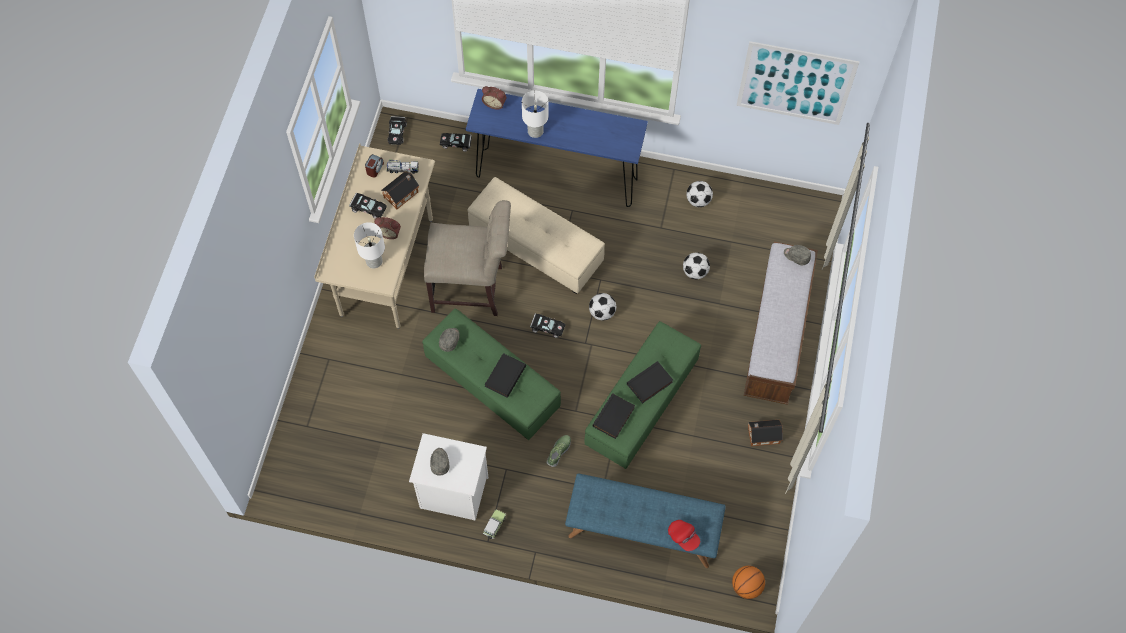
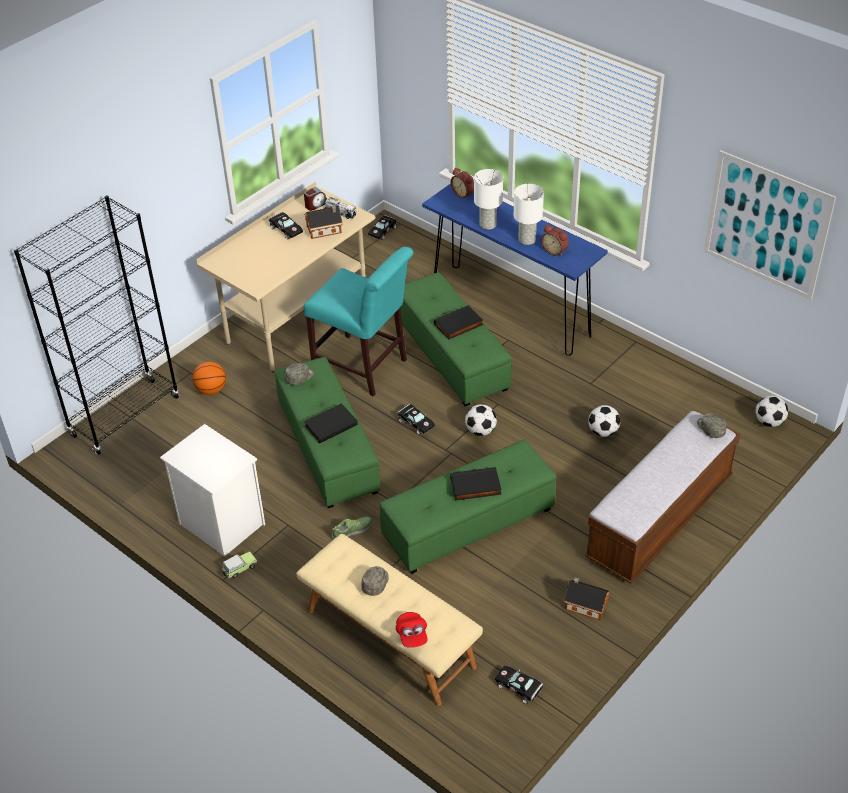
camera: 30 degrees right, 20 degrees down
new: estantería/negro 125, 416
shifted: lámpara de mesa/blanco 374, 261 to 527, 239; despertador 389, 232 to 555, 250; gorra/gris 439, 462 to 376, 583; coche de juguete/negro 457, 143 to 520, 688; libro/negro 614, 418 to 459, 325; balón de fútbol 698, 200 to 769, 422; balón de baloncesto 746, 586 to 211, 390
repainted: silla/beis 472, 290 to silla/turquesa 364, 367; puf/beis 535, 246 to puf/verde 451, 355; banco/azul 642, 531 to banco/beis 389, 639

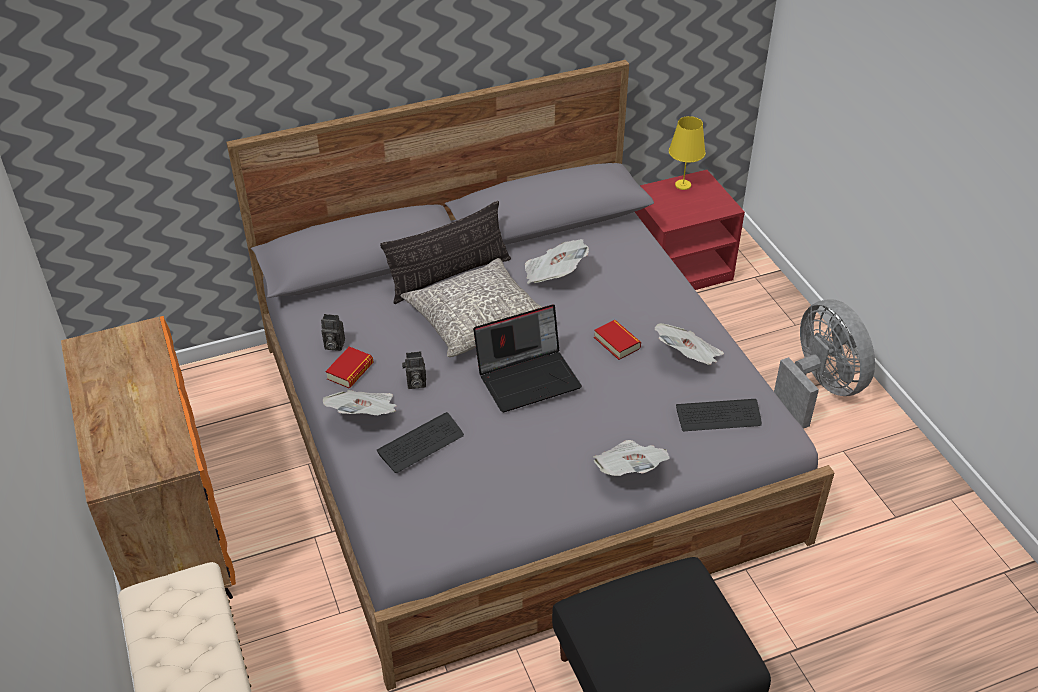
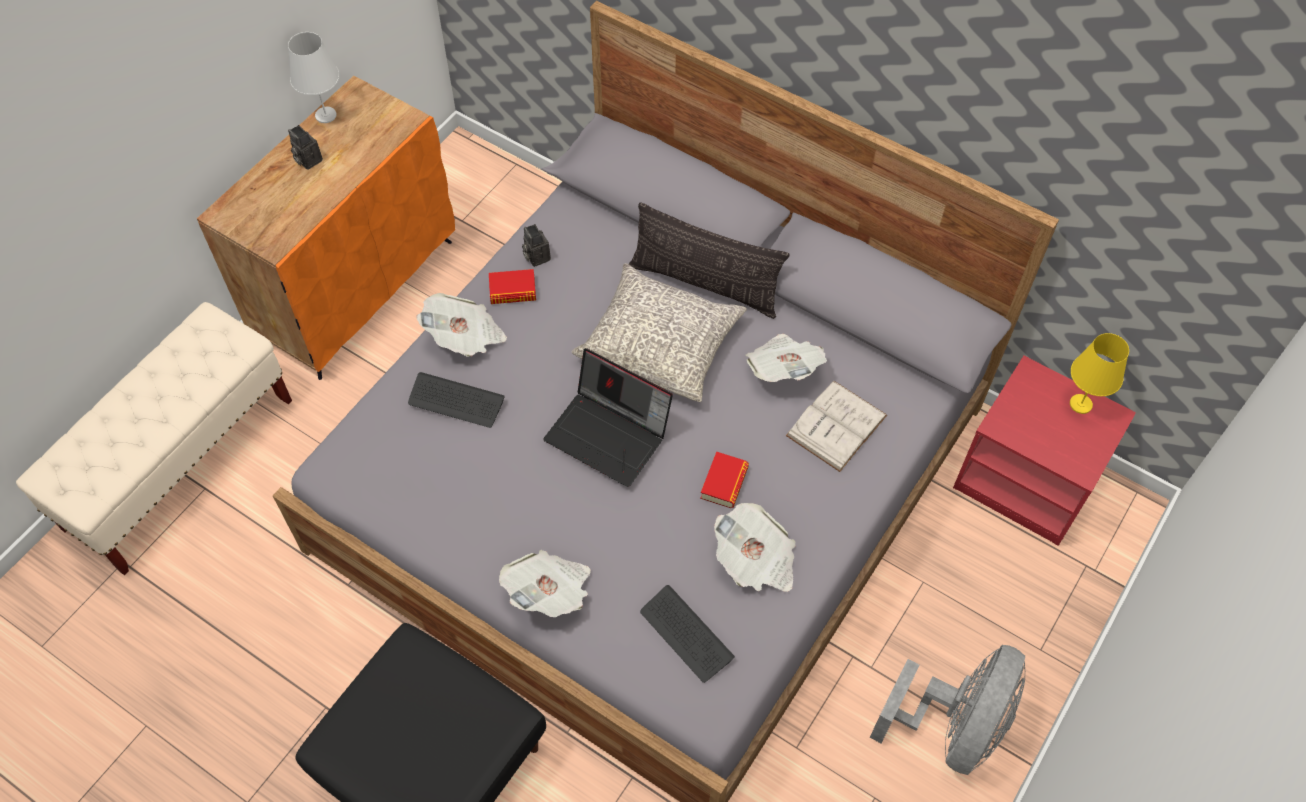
camera: 55 degrees right, 15 degrees up
new: lámpara de mesa/blanco 326, 115; libro/blanco 836, 425
shifted: cámara 415, 383 to 307, 160

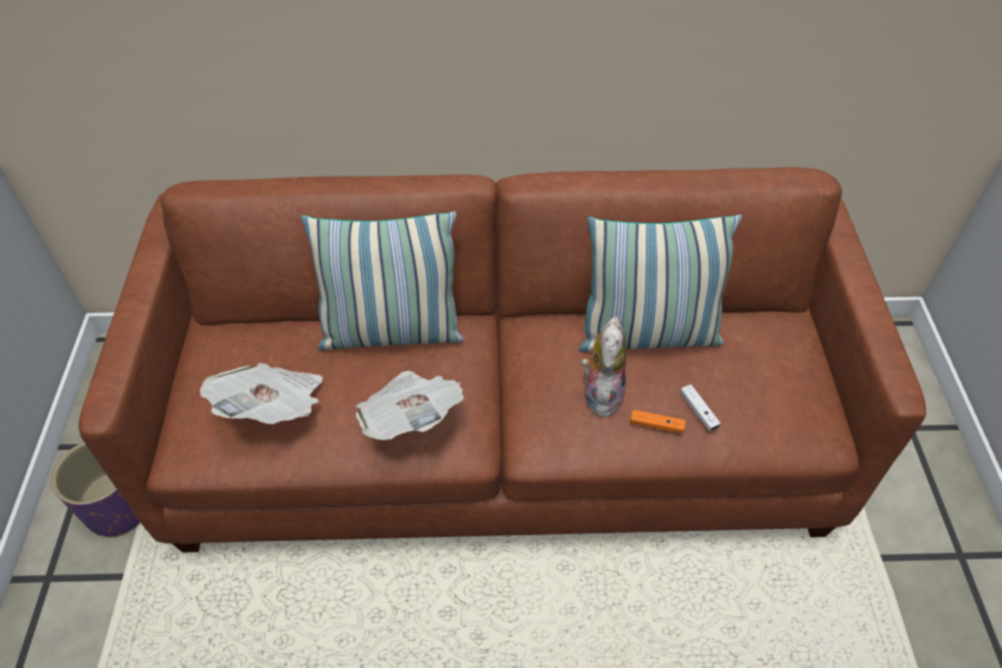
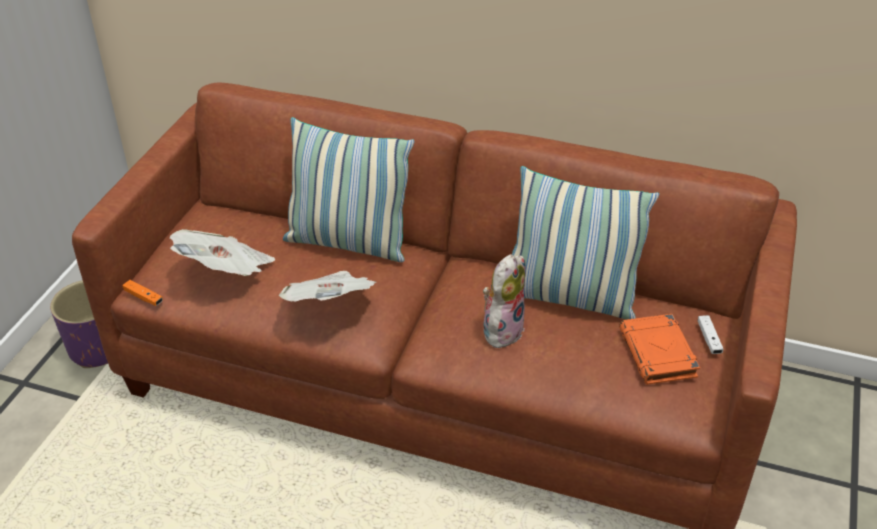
camera: 20 degrees right, 10 degrees down
new: libro/naranja 658, 354
shifted: mando de consola/naranja 656, 425 to 143, 297; mando de consola/blanco 698, 411 to 709, 339

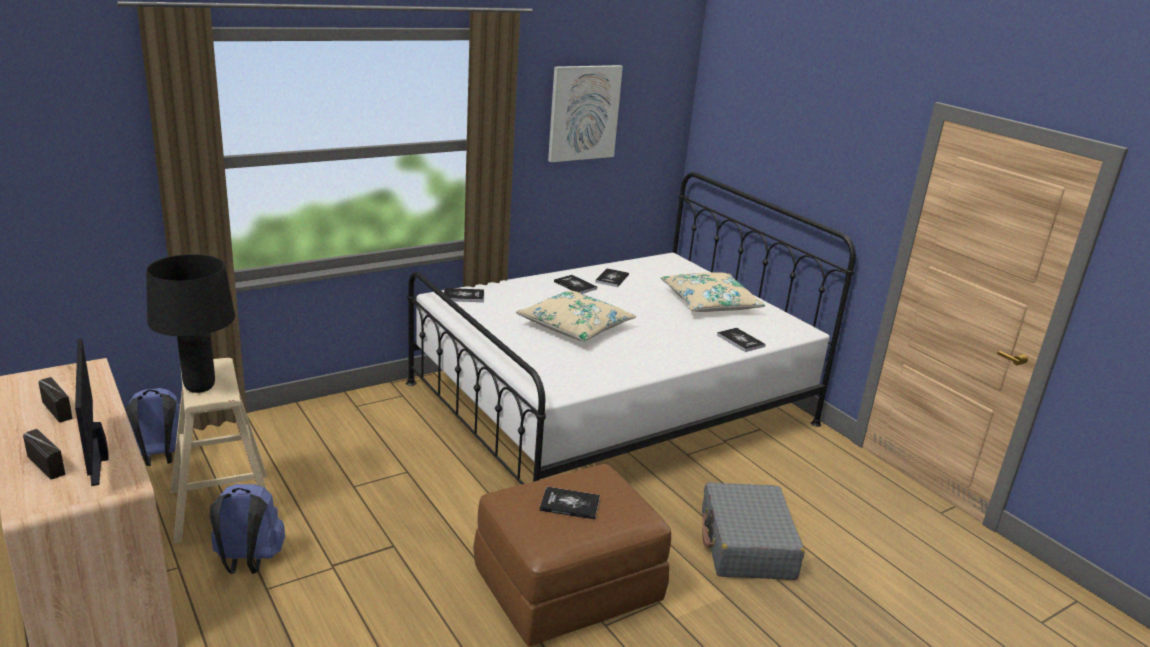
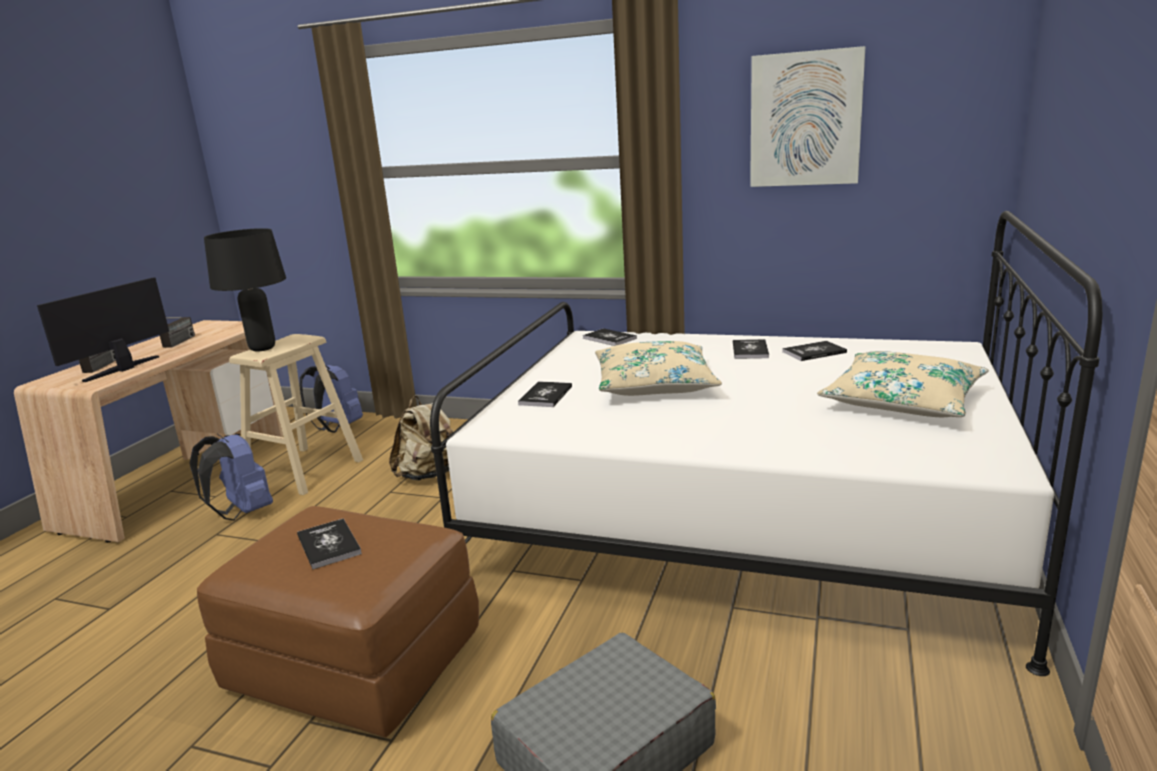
camera: 55 degrees right, 5 degrees down
new: mochila/beis 430, 475
shifted: libro 740, 341 to 545, 395

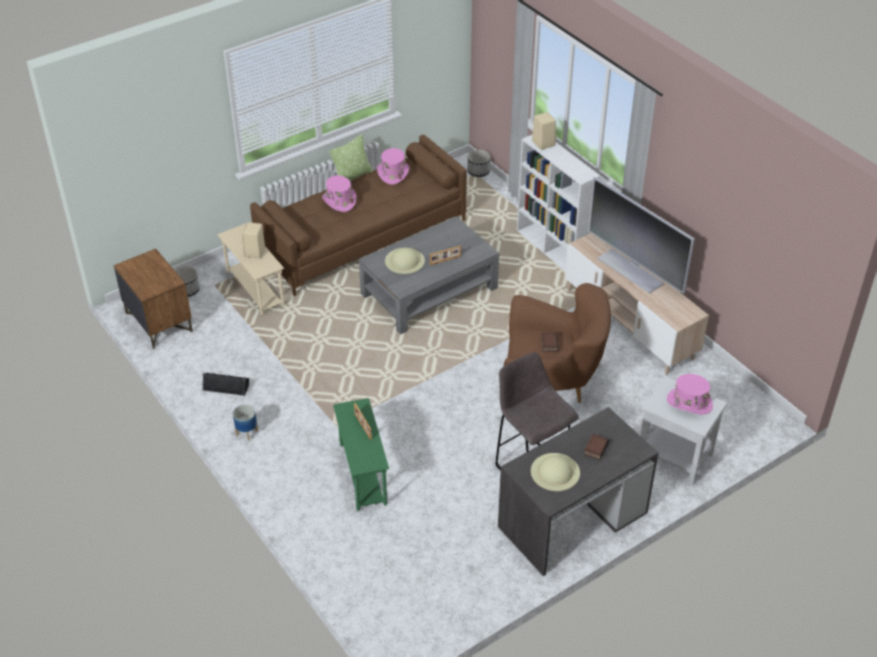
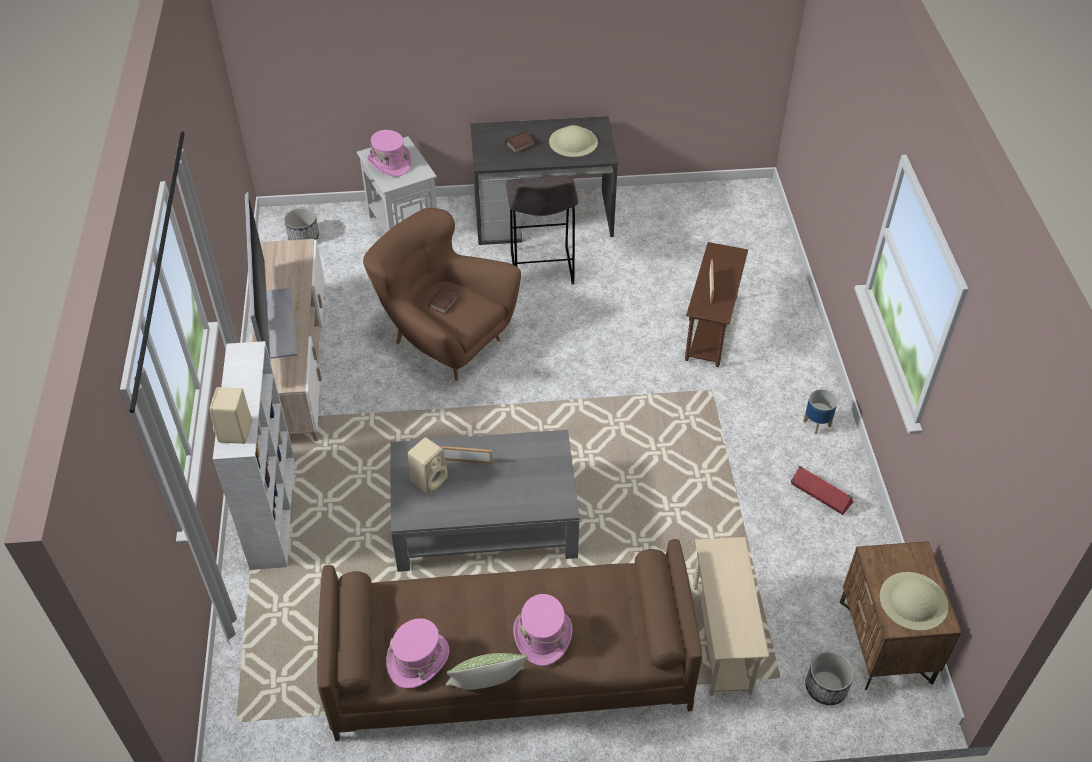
camera: 150 degrees left, 5 degrees up
shifted: altavoz/beis 254, 252 to 429, 479; sombrero/beis 404, 261 to 913, 600; maceta 478, 171 to 304, 237
repainted: altavoz/negro 226, 386 to altavoz/rojo 820, 495; mesa auxiliar/verde 363, 474 to mesa auxiliar/marrón 710, 329

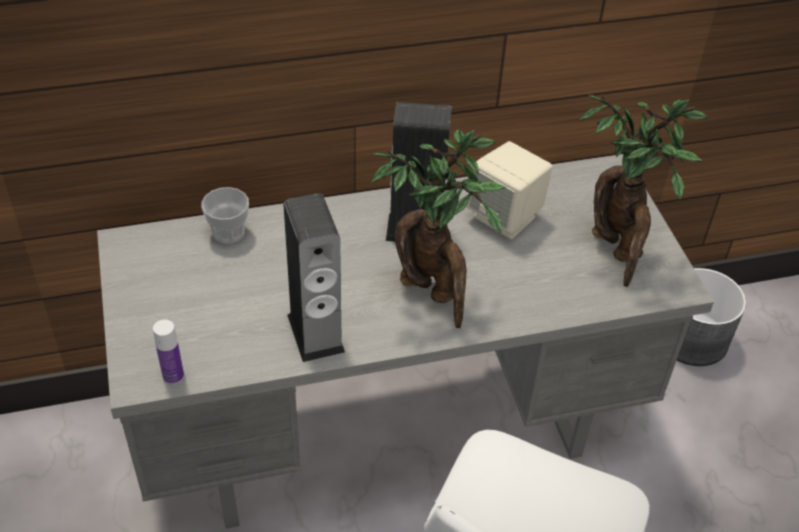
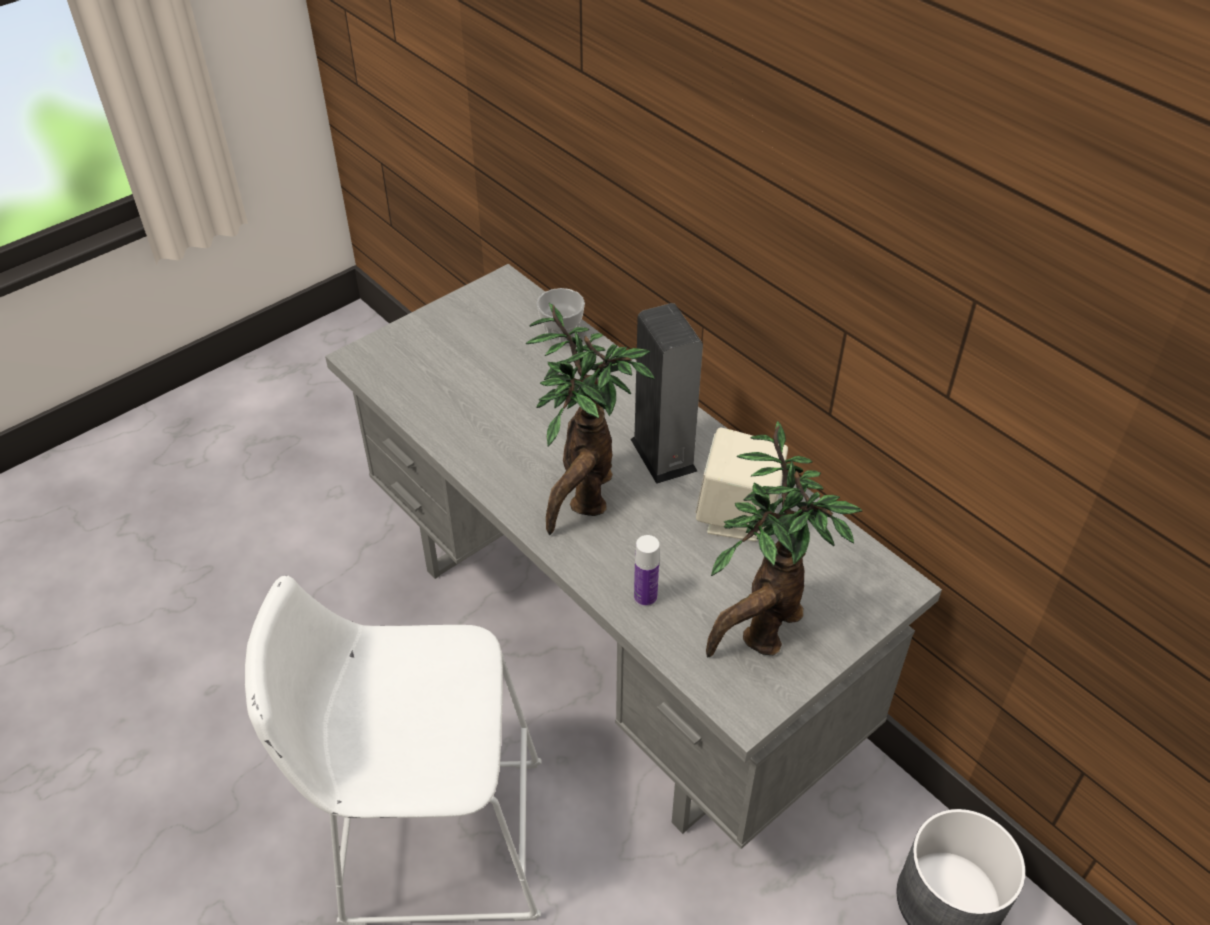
camera: 65 degrees right, 0 degrees up
gone: altavoz 315, 333
shifted: botella 173, 376 to 645, 597

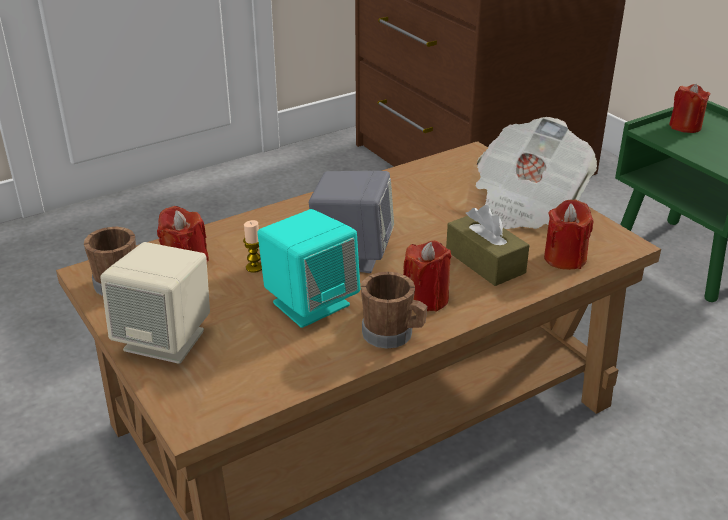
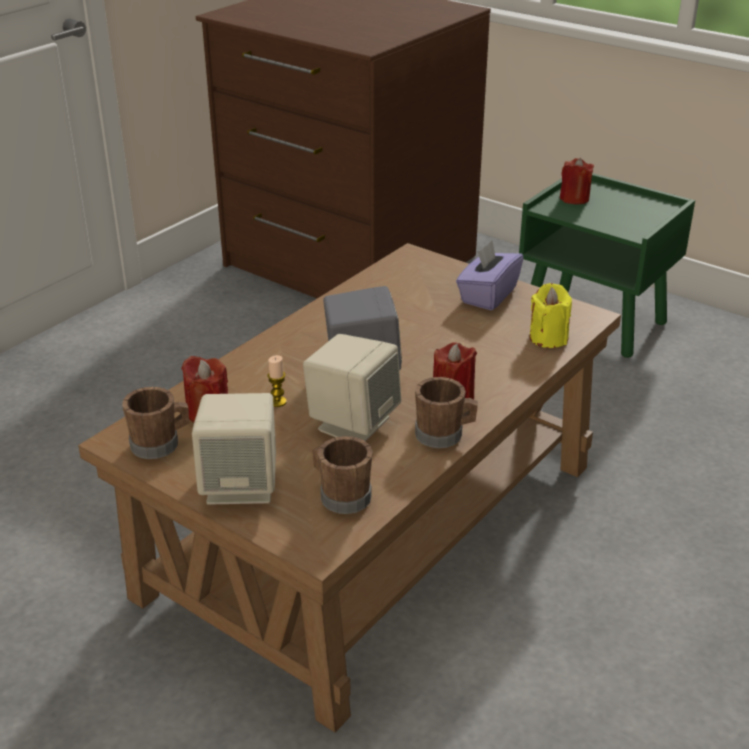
camera: 20 degrees left, 0 degrees up
gone: caja de pañuelos/marrón 485, 262
new: taza grande/marrón 341, 495
swapped: periódico 526, 204 to caja de pañuelos/morado 487, 295
repainted: altavoz/turquesa 310, 303 to altavoz/beis 353, 423; vela/rojo 565, 258 to vela/amarillo 548, 338

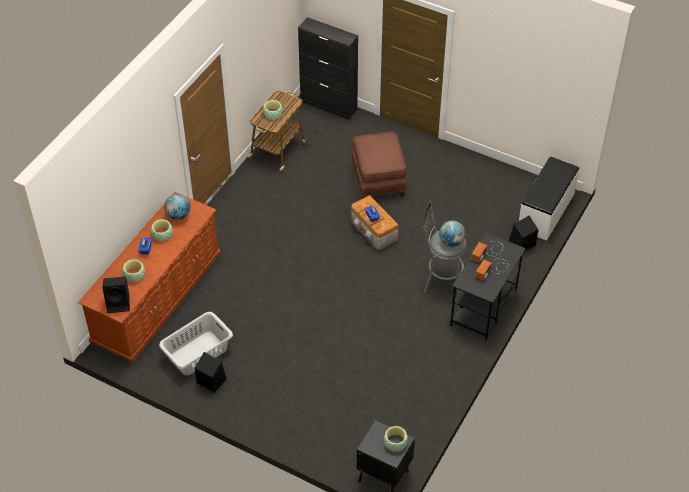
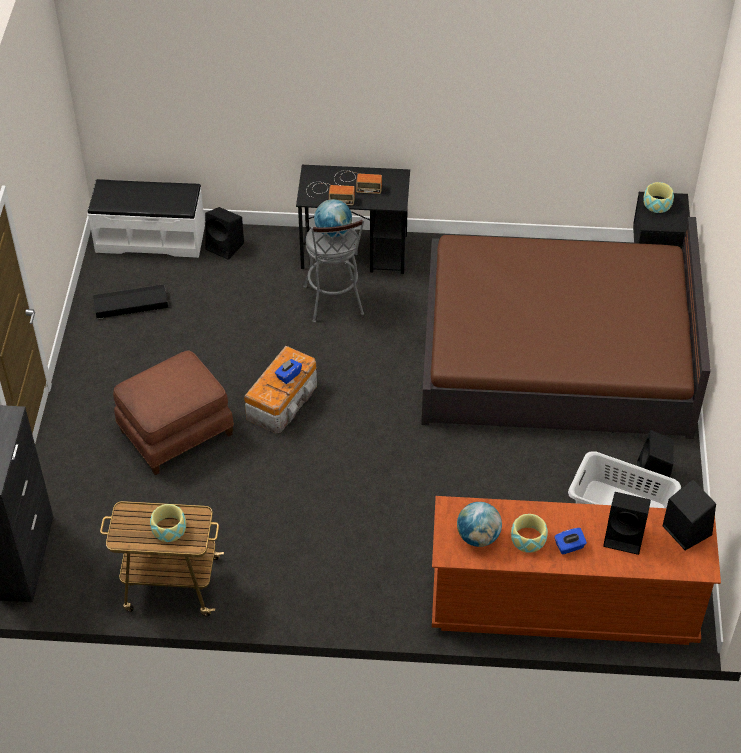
camera: 115 degrees left, 0 degrees up
new: caja de almacenaje/negro 131, 305; cama/marrón 557, 354
swapped: cuenco 134, 275 to altavoz/negro 625, 536

